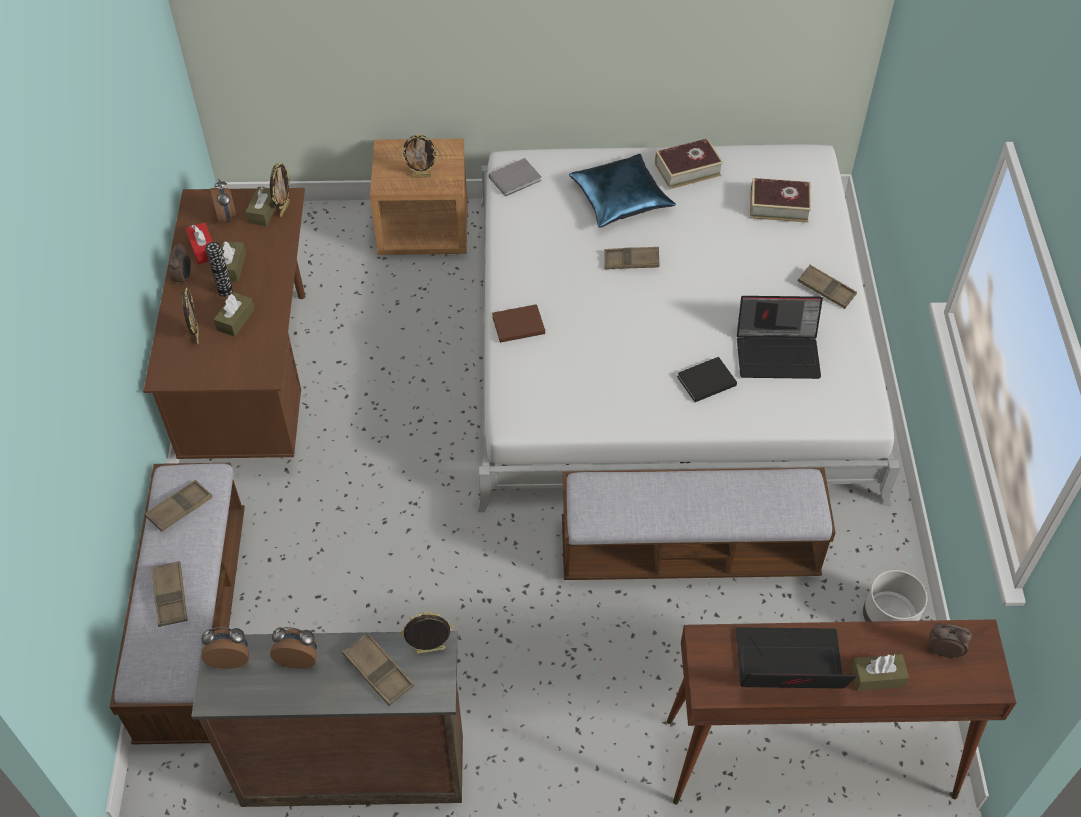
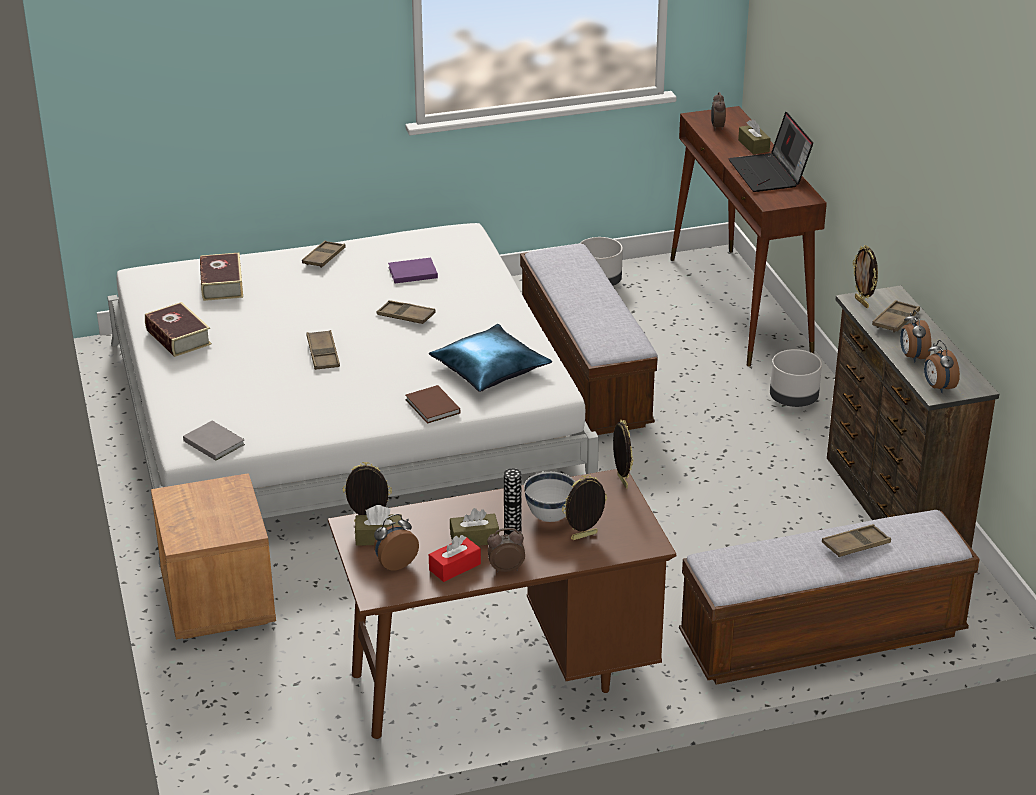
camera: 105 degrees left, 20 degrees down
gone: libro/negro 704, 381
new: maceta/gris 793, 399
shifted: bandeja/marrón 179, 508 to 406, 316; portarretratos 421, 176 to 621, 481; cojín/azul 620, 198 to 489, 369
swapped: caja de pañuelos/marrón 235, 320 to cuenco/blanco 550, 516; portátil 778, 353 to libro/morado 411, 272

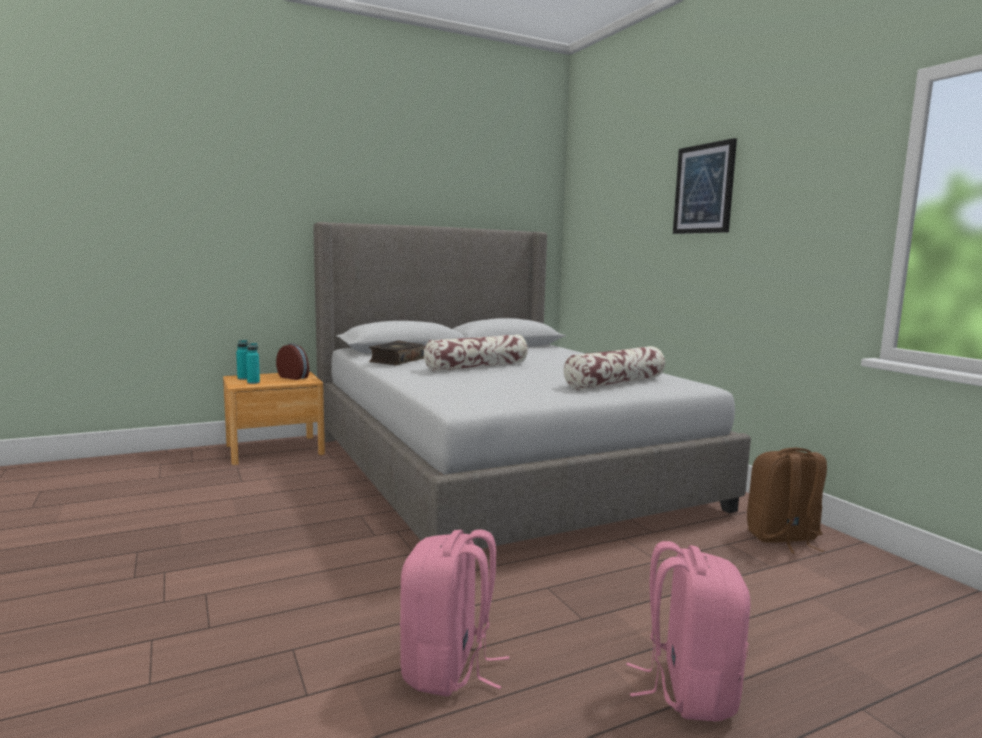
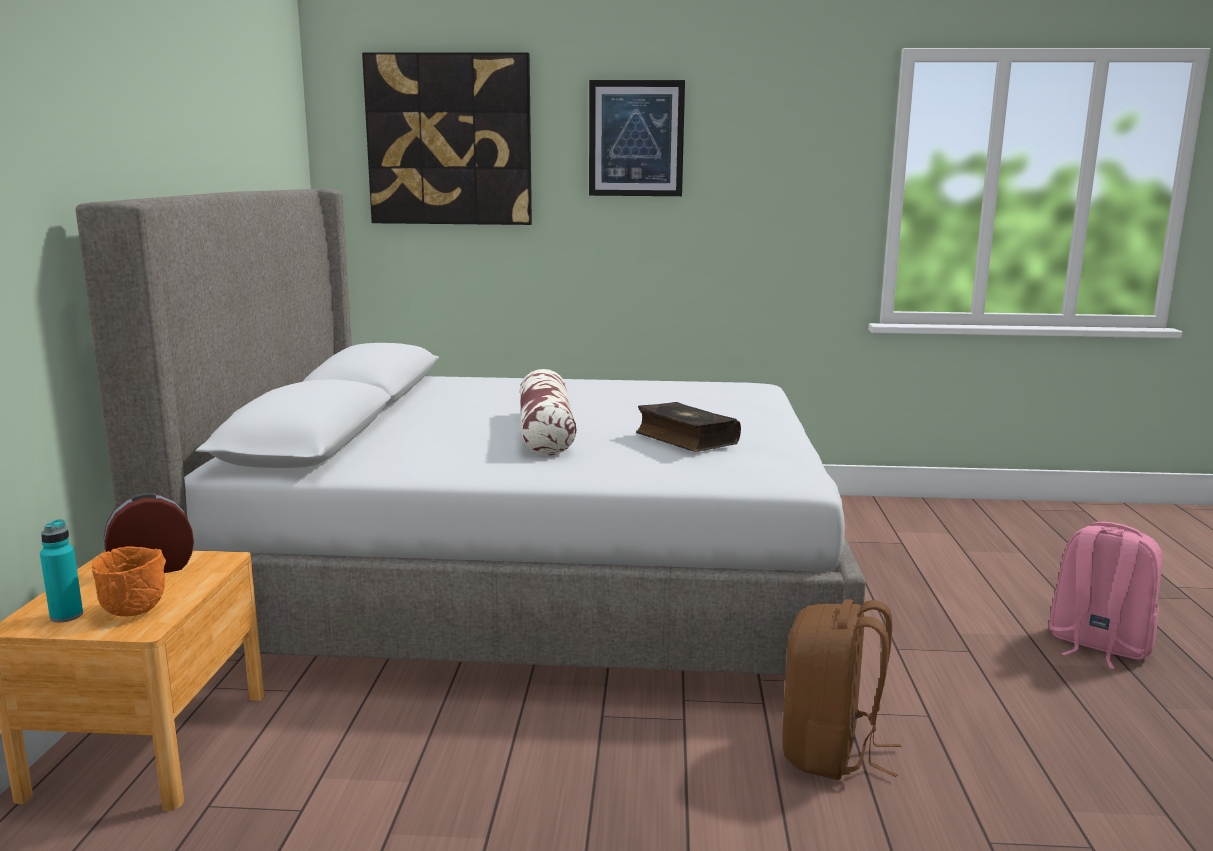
camera: 60 degrees left, 5 degrees up
gone: mochila/rosa 448, 669; cojín 615, 383
new: cuadro 449, 140
shifted: libro 396, 361 to 685, 439; mochila/marrón 783, 538 to 831, 752
swapped: botella/turquesa 253, 382 to cuenco/naranja 135, 610

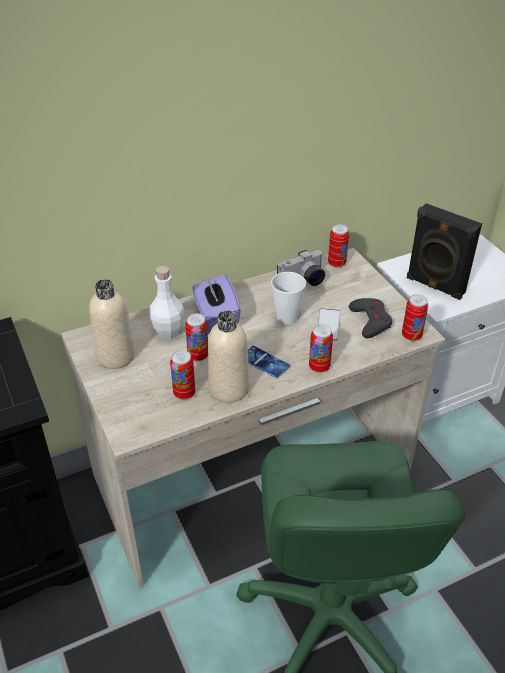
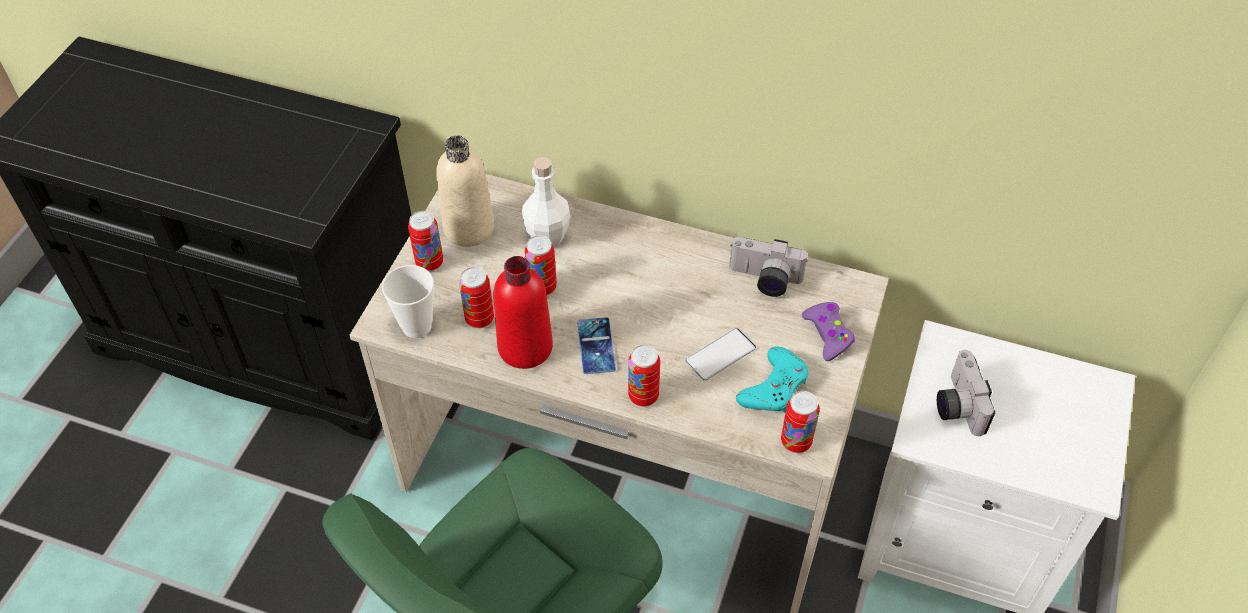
camera: 45 degrees right, 10 degrees up
gone: caja de pañuelos/morado 216, 318
new: mando de consola/morado 828, 334
shifted: taza 287, 318 to 417, 326; lata 336, 263 to 429, 263
swapped: altavoz/negro 434, 286 to cámara 956, 404
repainted: botella/beis 229, 388 to botella/rojo 525, 347; mando de consola/gris 370, 321 to mando de consola/turquesa 774, 387

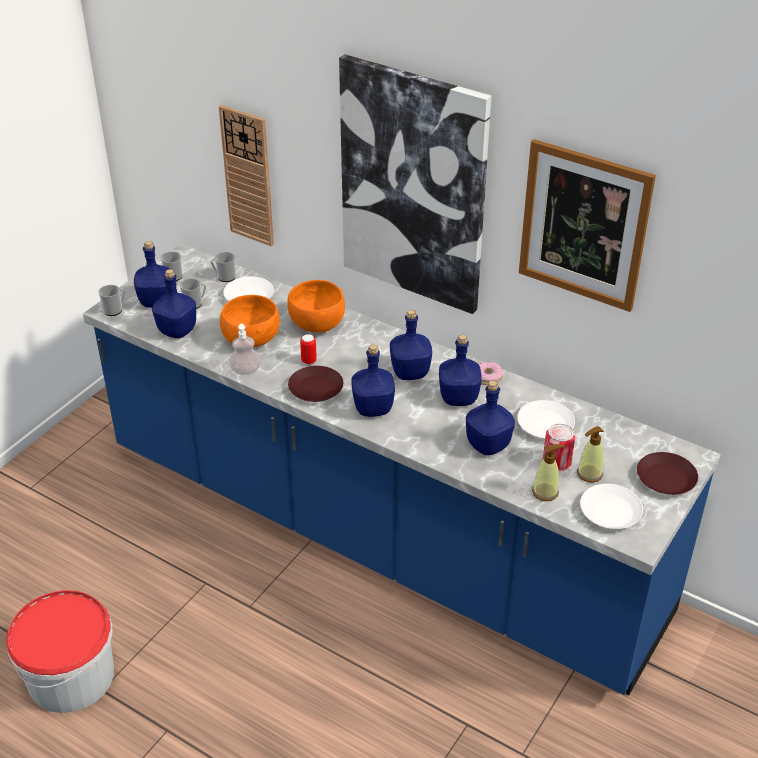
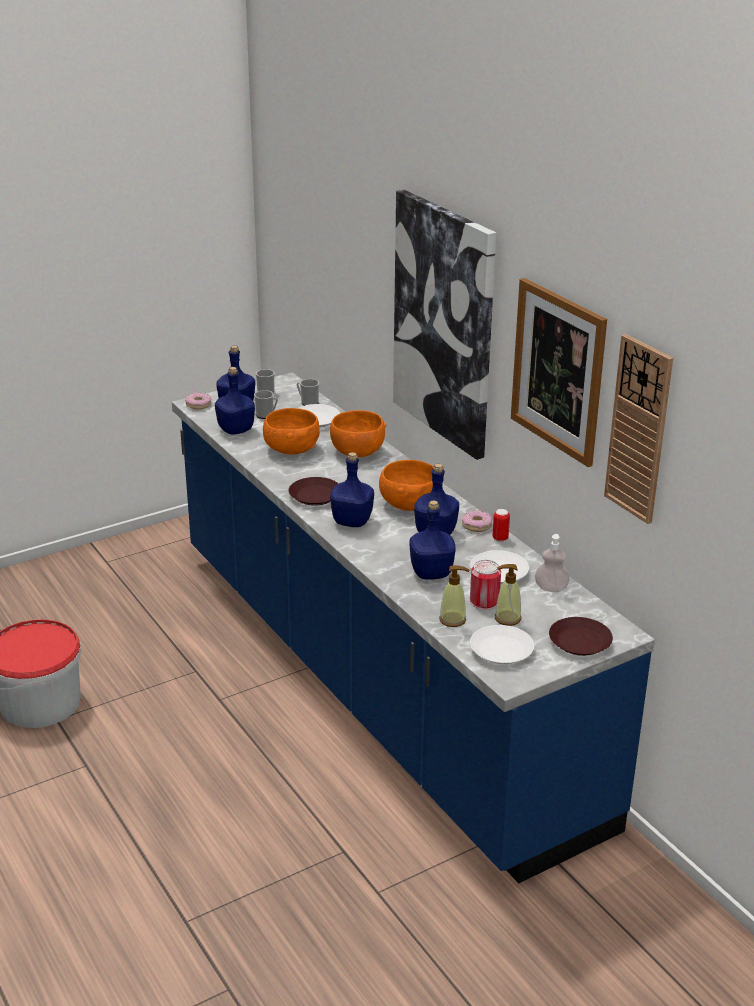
camera: 25 degrees right, 10 degrees down
shifted: reloj de pared 248, 176 to 639, 429; dispensador de jabón 245, 370 to 551, 588; lata 309, 361 to 500, 538
swapped: taza grande 115, 310 to rosquilla 198, 405; botella/azul 410, 372 to cuenco/naranja 408, 504

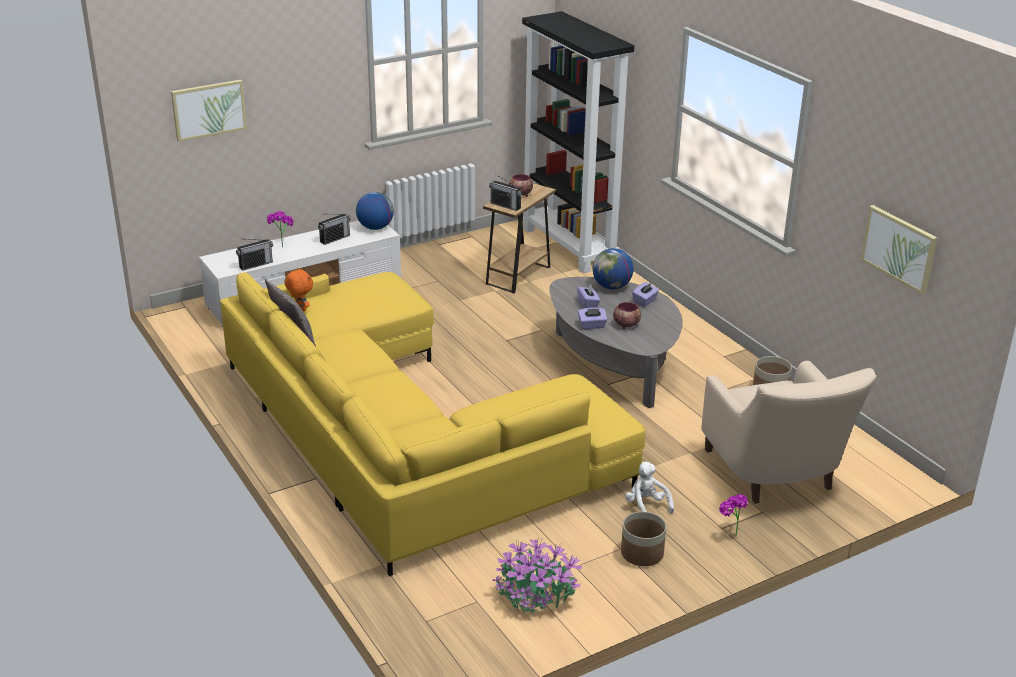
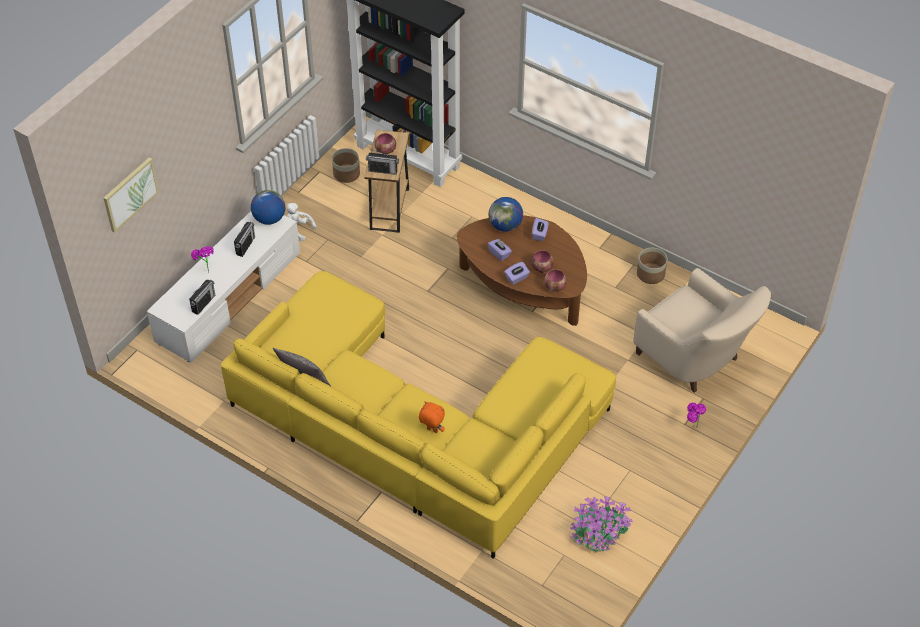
camera: 25 degrees left, 20 degrees up
gone: cuadro 899, 248
new: cuenco 555, 287
shifted: peluche/naranja 300, 309 to 431, 430; maceta 641, 554 to 346, 174; peluche/blanco 646, 506 to 297, 229
repainted: mesa de centro/gris 613, 364 to mesa de centro/marrón 524, 287

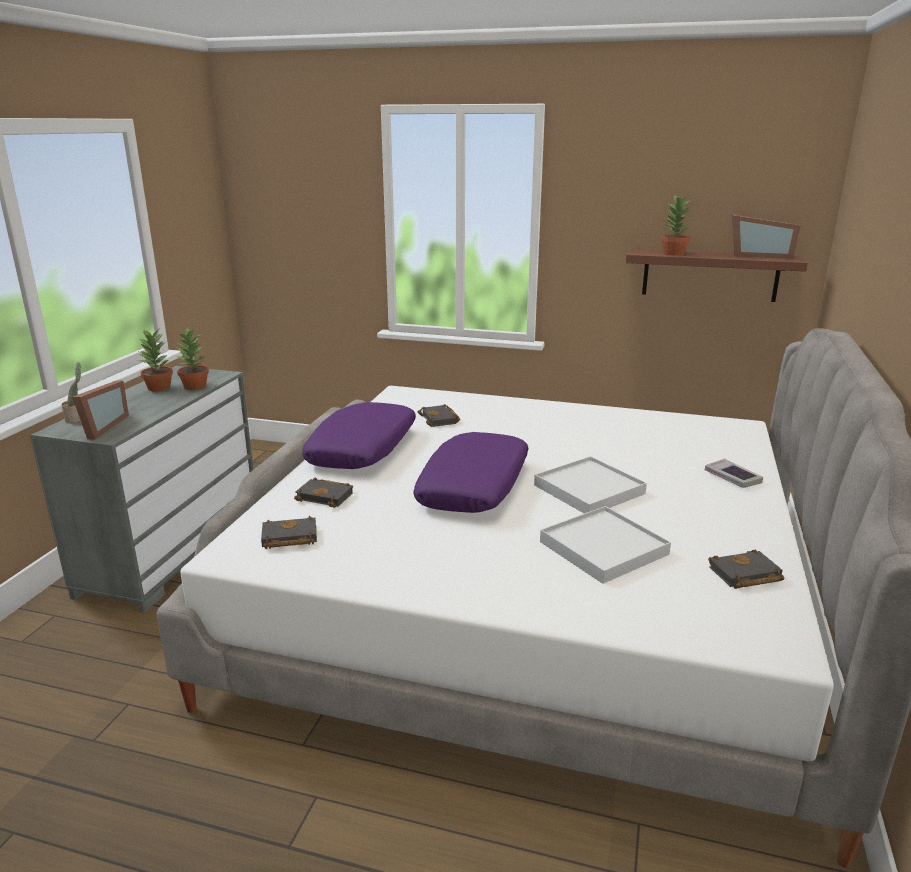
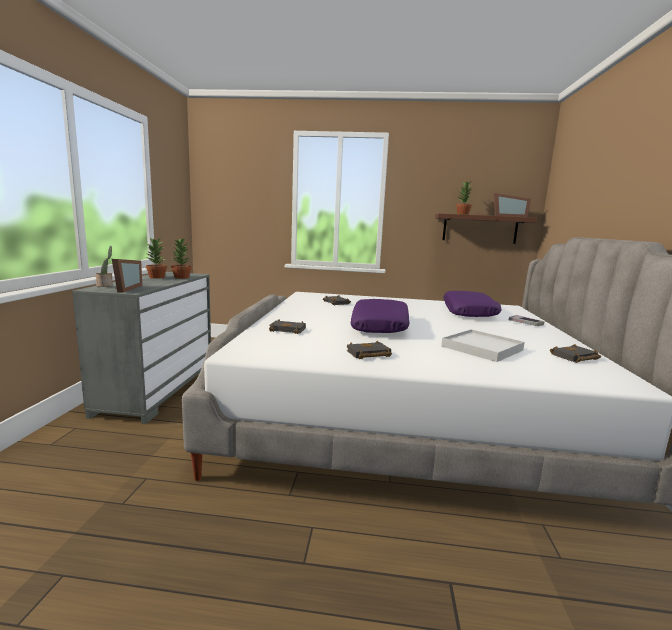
camera: 10 degrees left, 10 degrees down
gone: bandeja/blanco 588, 489
shifted: libro/negro 288, 538 to 368, 354; cojín/morado 363, 449 to 469, 312

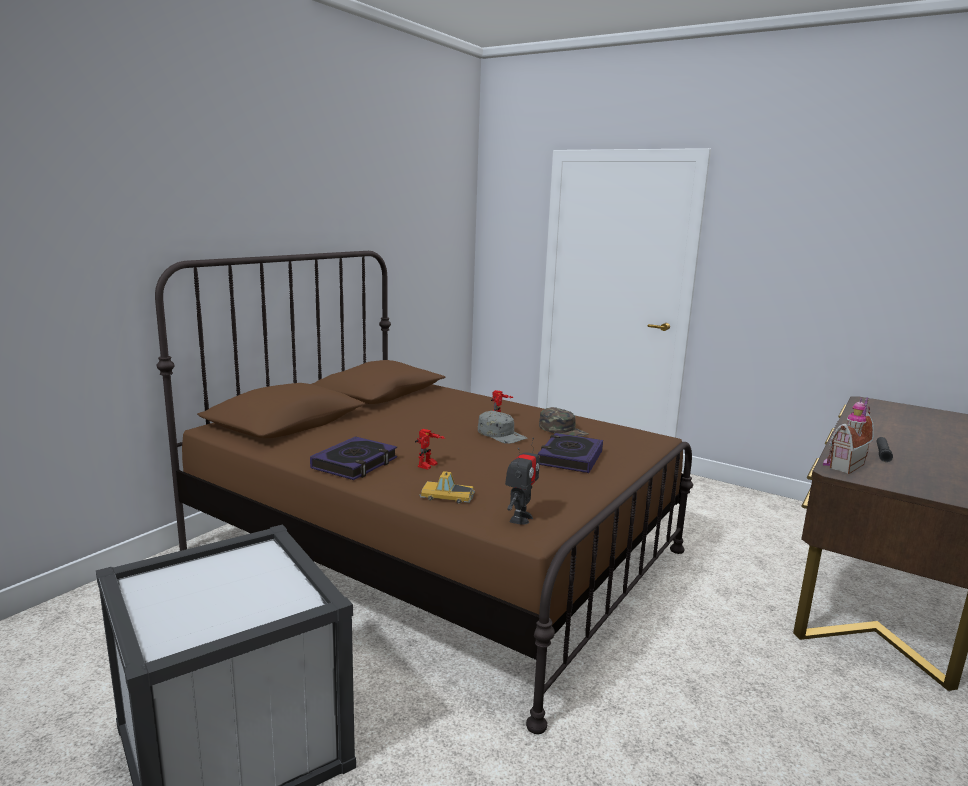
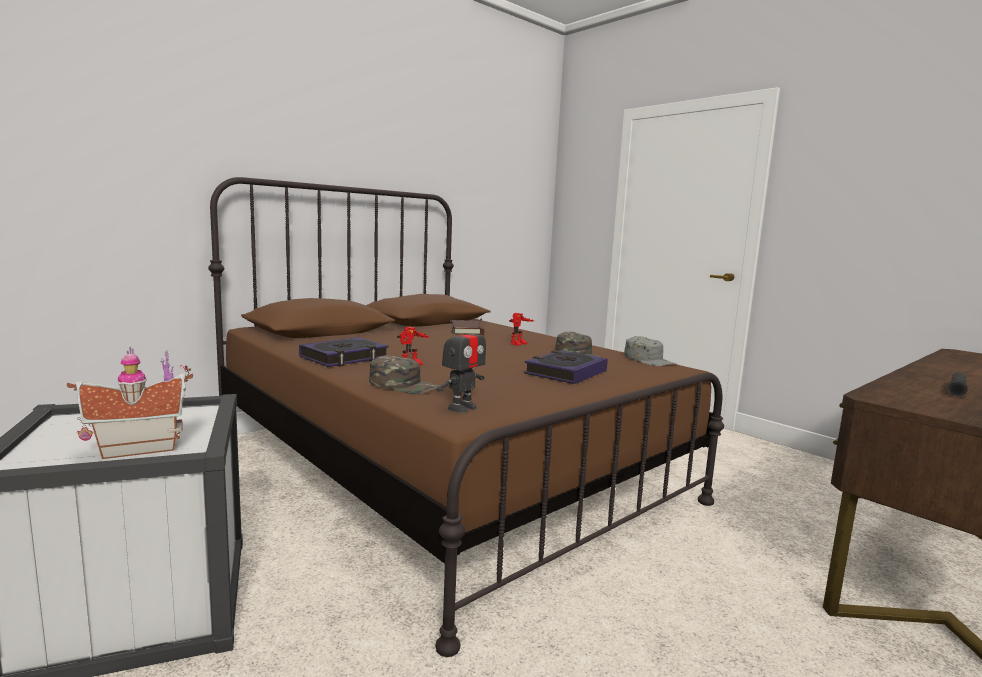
camera: 15 degrees right, 5 degrees down
new: libro/marrón 467, 331
shifted: gorra/gris 502, 435 to 649, 360; casita 842, 465 to 138, 447
swapped: coche de juguete 446, 496 to gorra/verde 404, 385

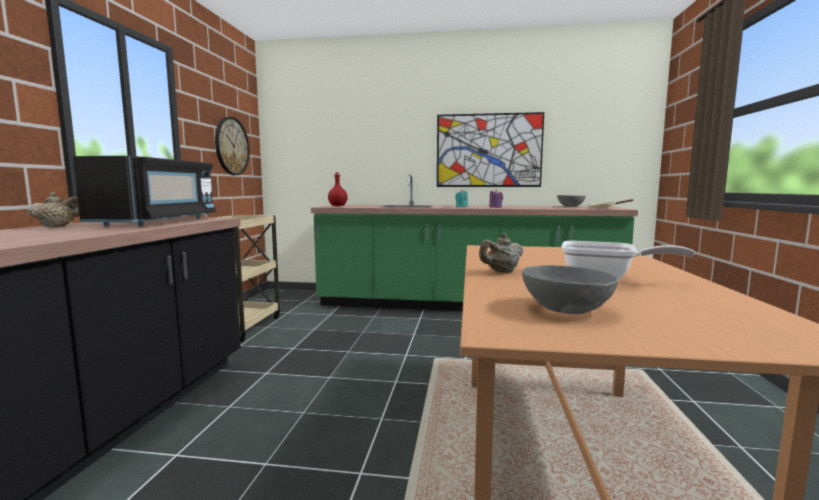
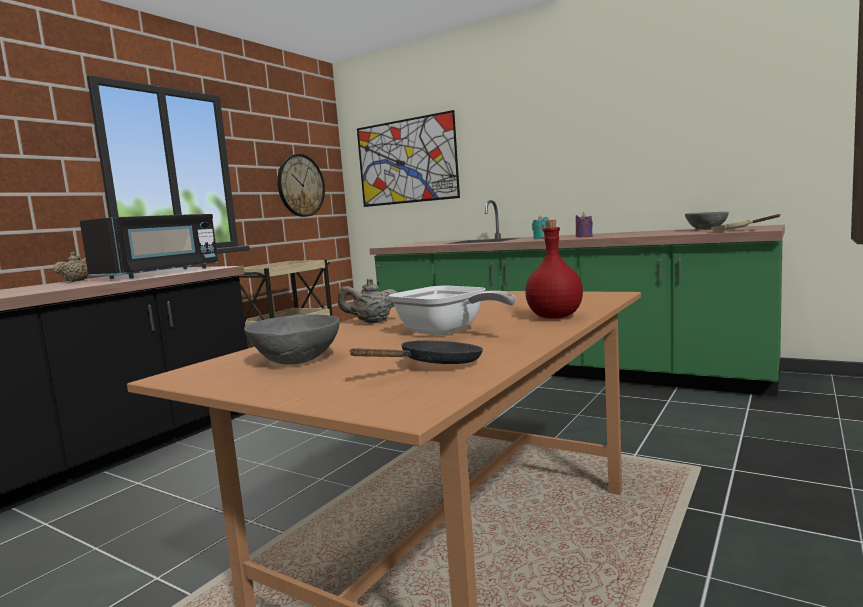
camera: 25 degrees right, 0 degrees up
new: sartén/negro 434, 365
shifted: botella/rojo 337, 206 to 554, 317; cuadro 488, 150 to 406, 161

